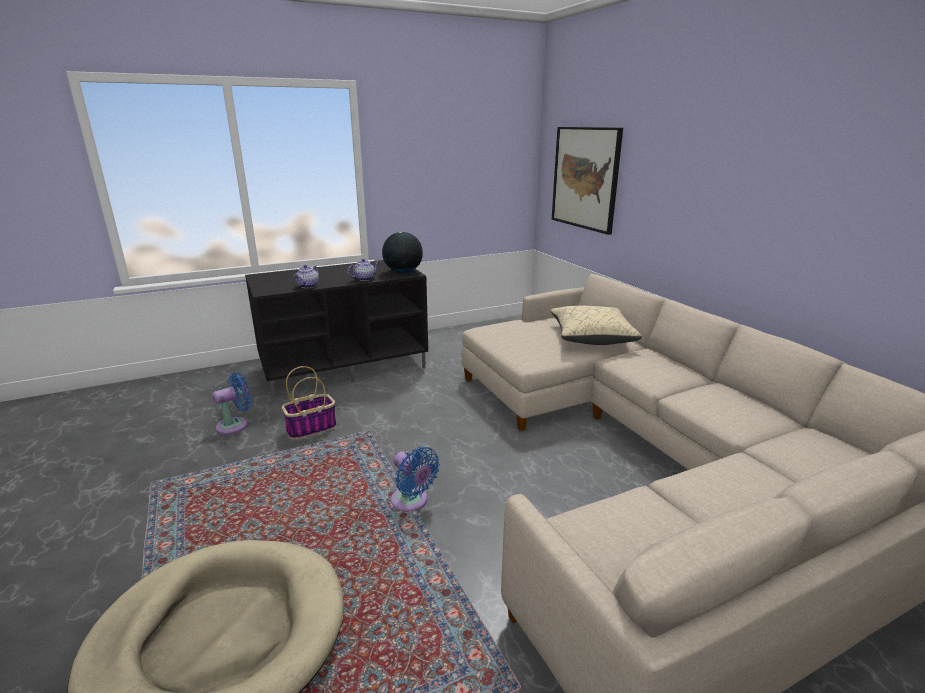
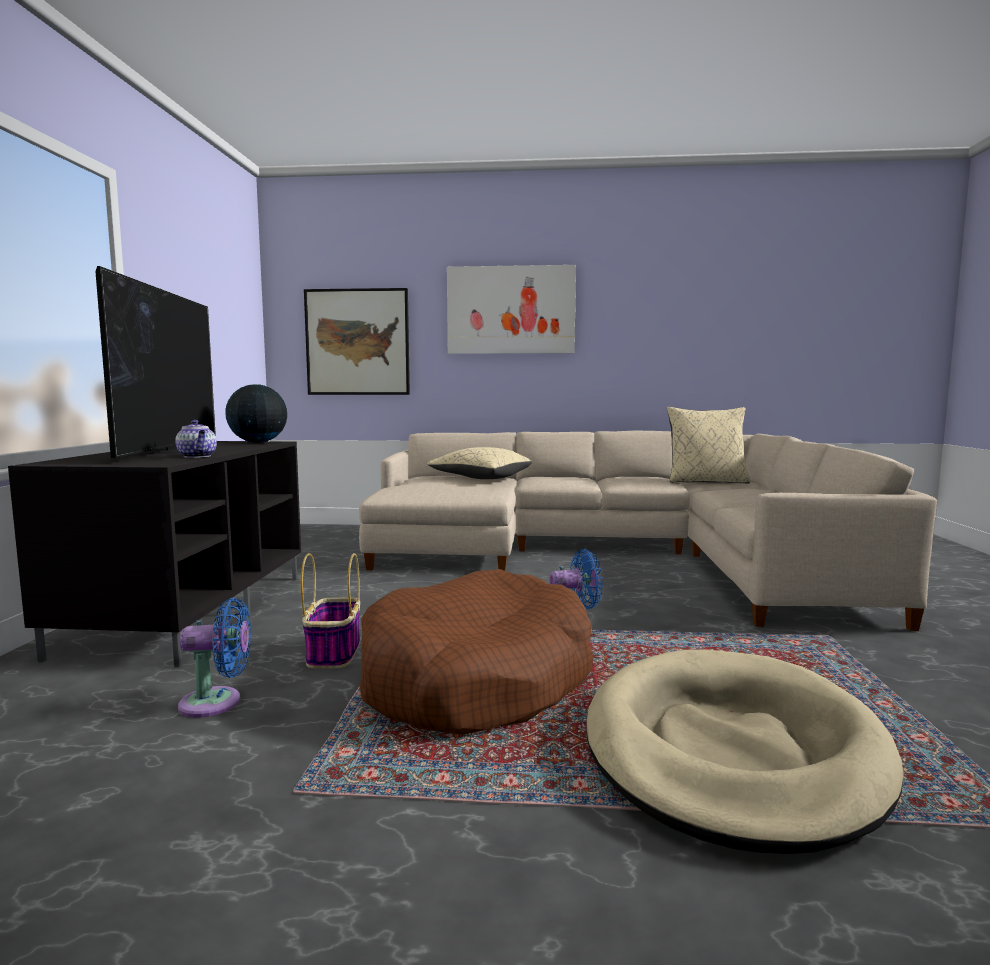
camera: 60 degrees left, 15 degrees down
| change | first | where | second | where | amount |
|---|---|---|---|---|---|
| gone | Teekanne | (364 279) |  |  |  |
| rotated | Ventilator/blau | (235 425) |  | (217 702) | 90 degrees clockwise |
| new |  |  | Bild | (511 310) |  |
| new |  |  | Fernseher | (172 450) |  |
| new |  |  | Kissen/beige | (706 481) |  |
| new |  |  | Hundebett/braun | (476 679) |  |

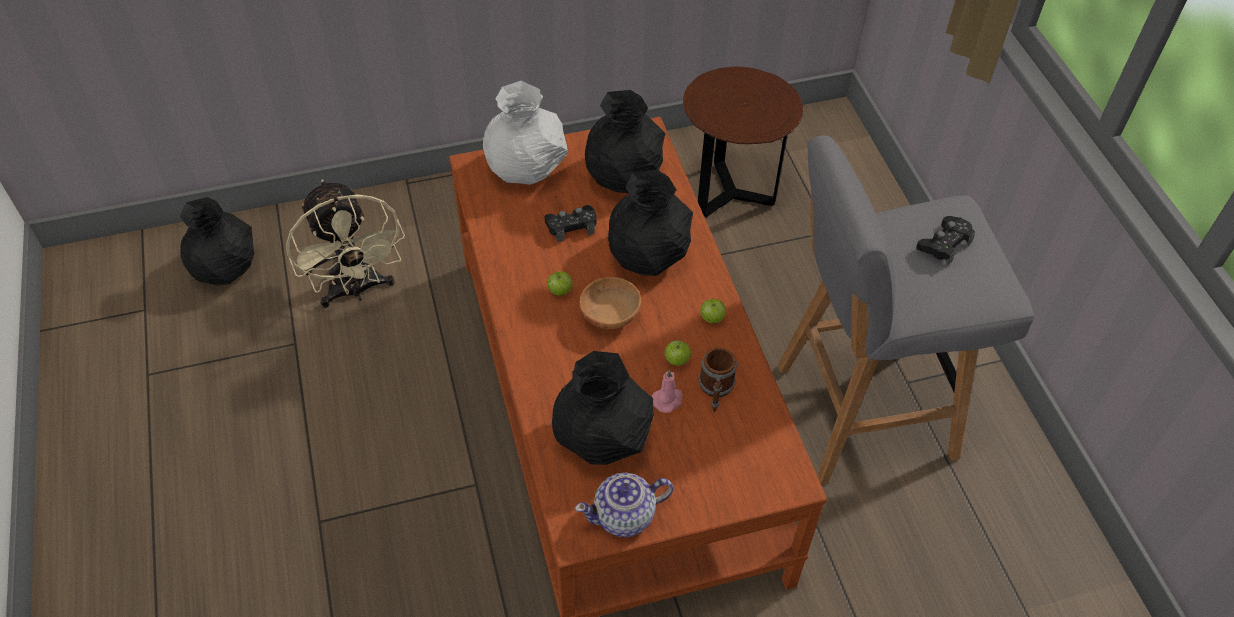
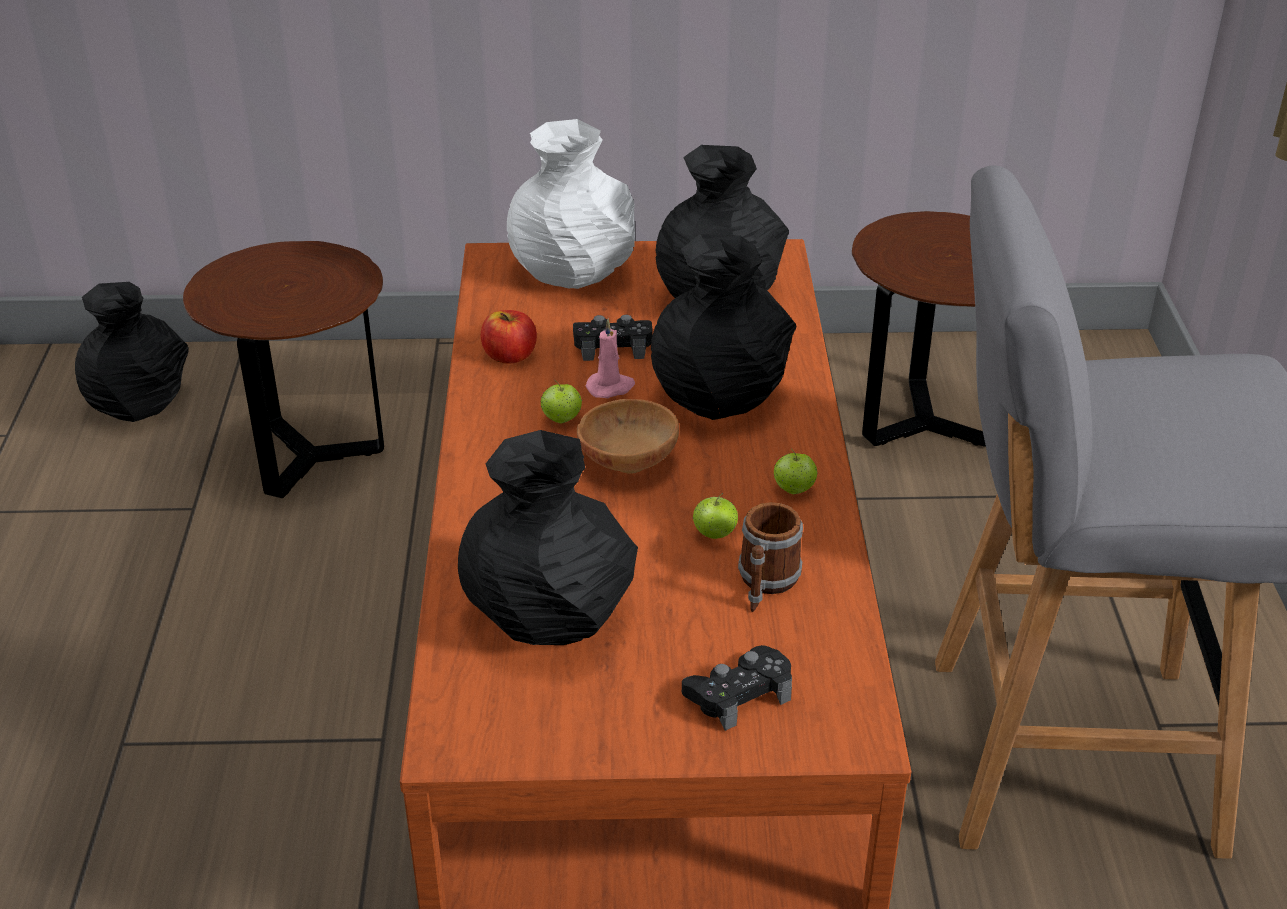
camera: 15 degrees right, 15 degrees down
| change | first | where | second | where | amount |
|---|---|---|---|---|---|
| swapped | Ventilator/beige | (356 290) | Beistelltisch/braun | (310 457) |  |
| shifted | Gamepad/schwarz | (944 244) |  | (739 694) |  |
| shifted | Kerze/rosa | (668 399) |  | (611 387) |  |
| gone | Teekanne | (625 516) |  |  |  |
| new |  |  | Apfel | (509 356) |  |

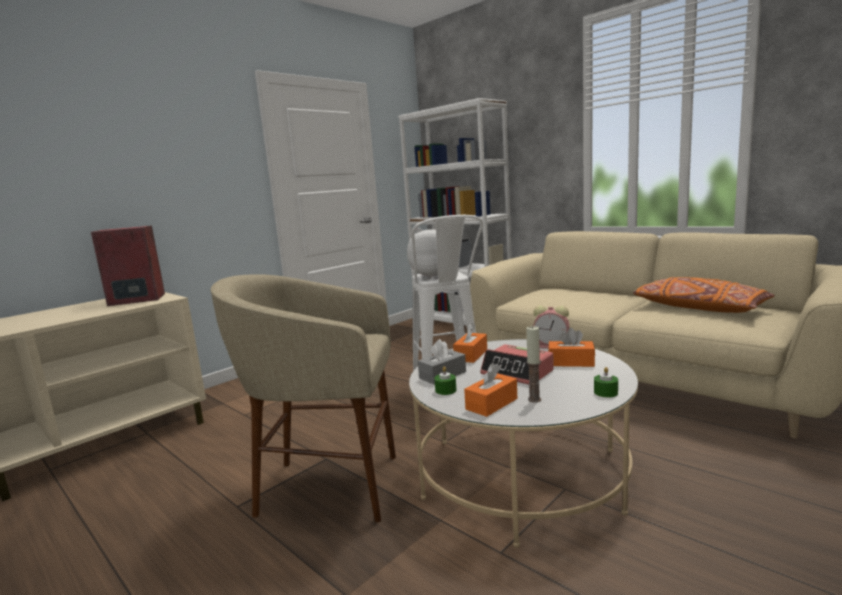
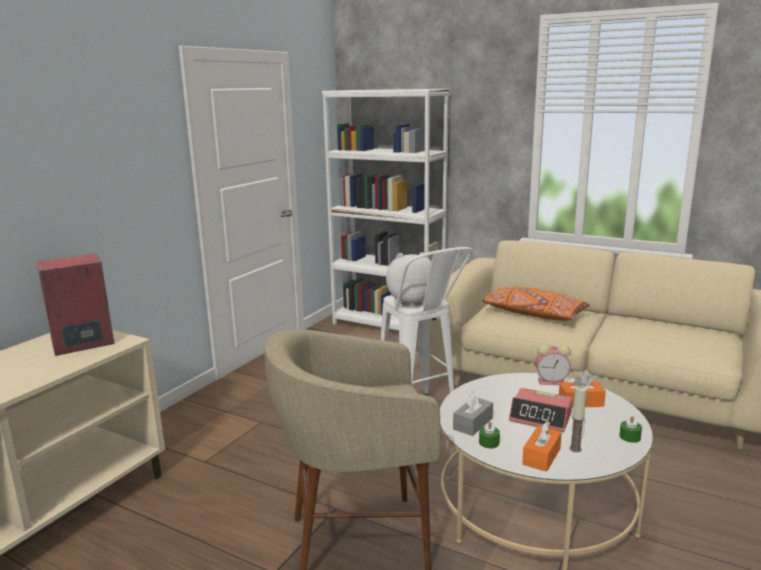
camera: 15 degrees left, 5 degrees up
| change | first | where | second | where | amount |
|---|---|---|---|---|---|
| shifted | Kissen/orange | (698 307) |  | (533 314) |  |
| gone | Taschentuchbox/orange | (471 355) |  |  |  |

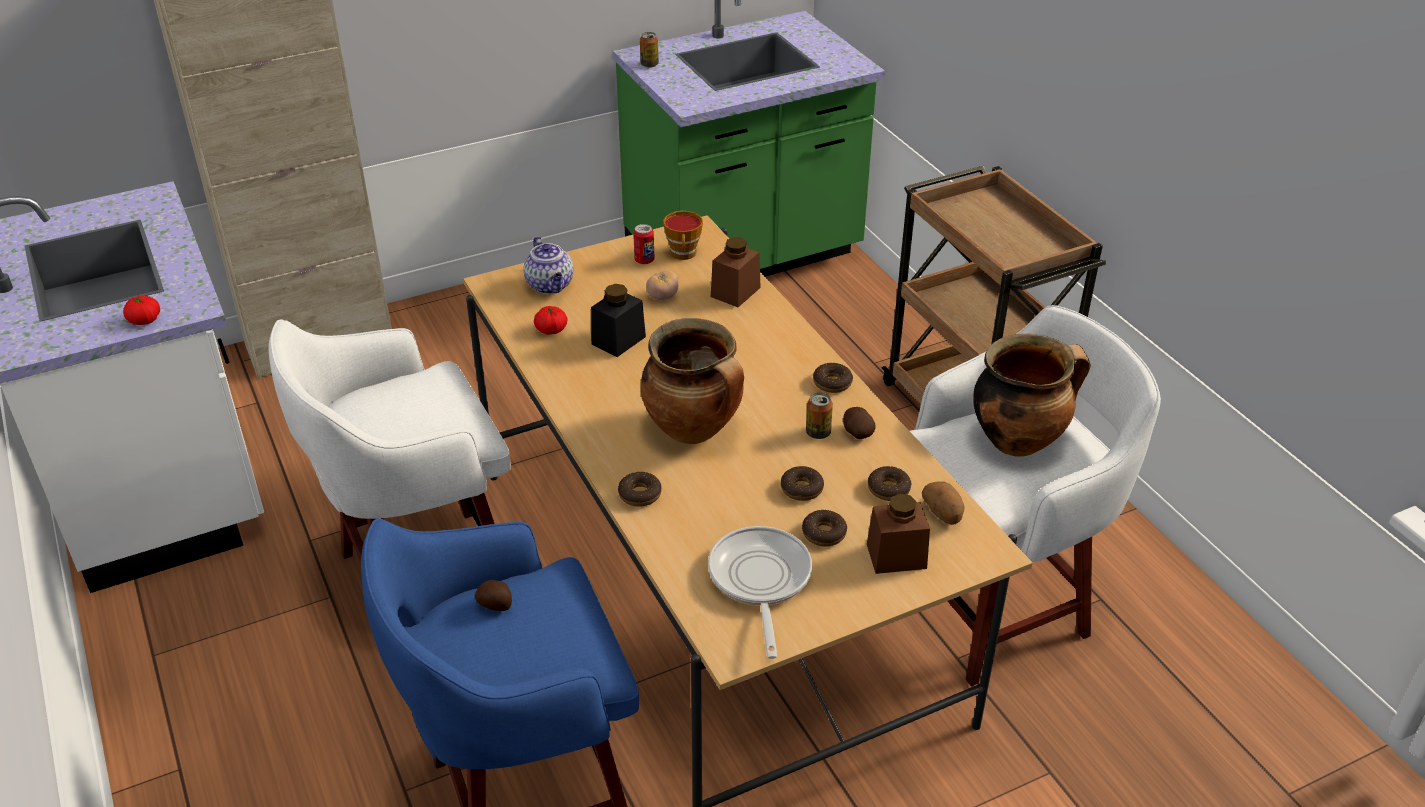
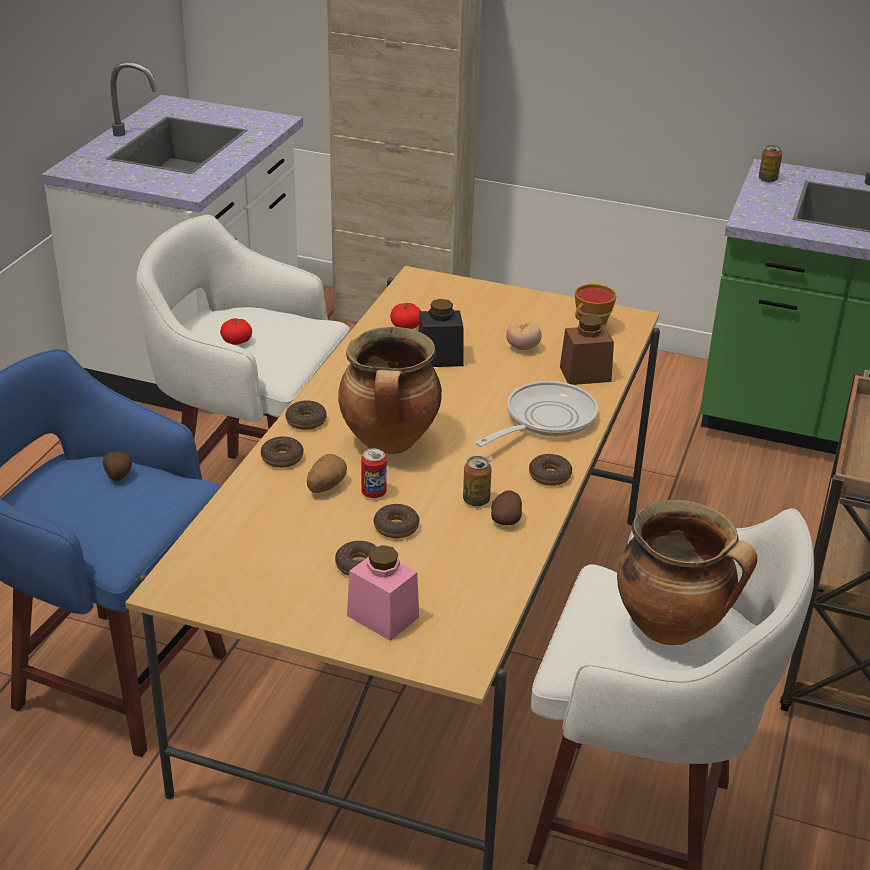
camera: 45 degrees right, 5 degrees down
| change | first | where | second | where | amount |
|---|---|---|---|---|---|
| shifted | Dose | (644 260) |  | (373 493) |  |
| gone | Teekanne | (551 285) |  |  |  |
| shifted | Tomate | (145 320) |  | (236 341) |  |
| shifted | Donut | (888 489) |  | (306 421) |  |
| shifted | Kartoffel | (943 513) |  | (325 486) |  |
| repainted | Vorratsglas/braun | (896 556) | Vorratsglas/rosa | (383 616) |  |
| shifted | Pfanne | (759 581) |  | (544 420) |  |

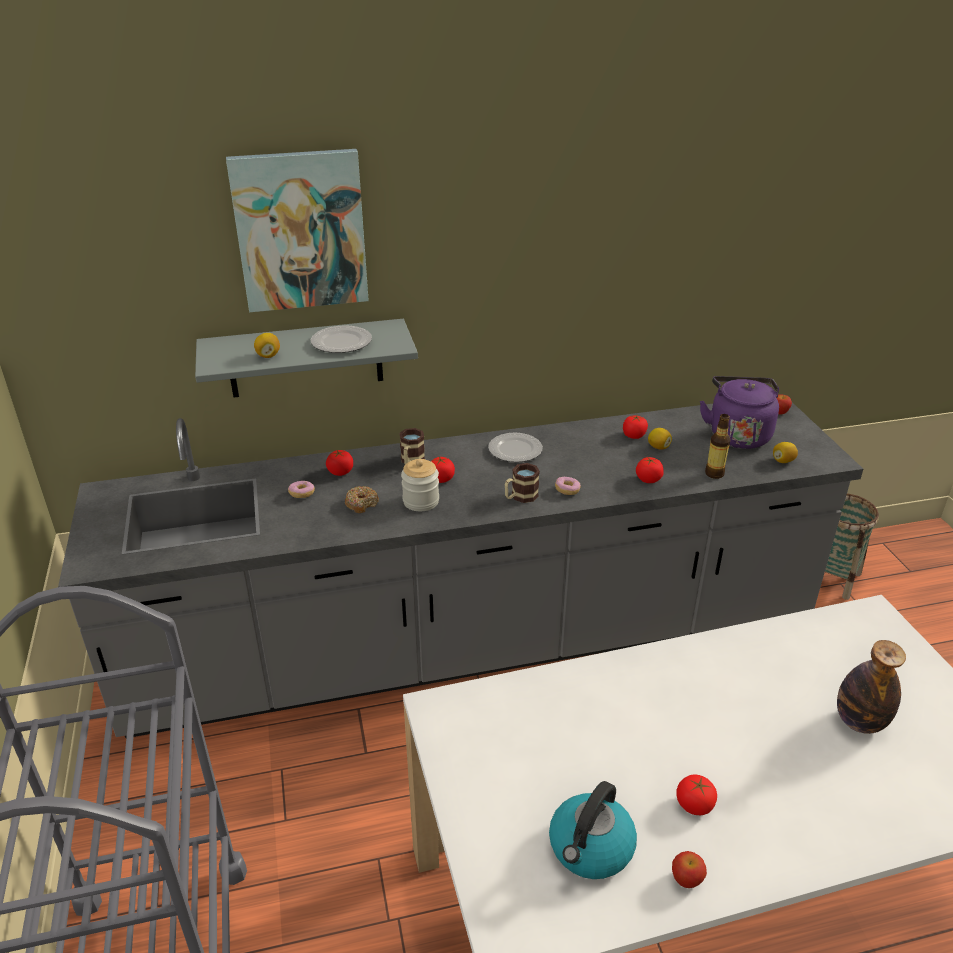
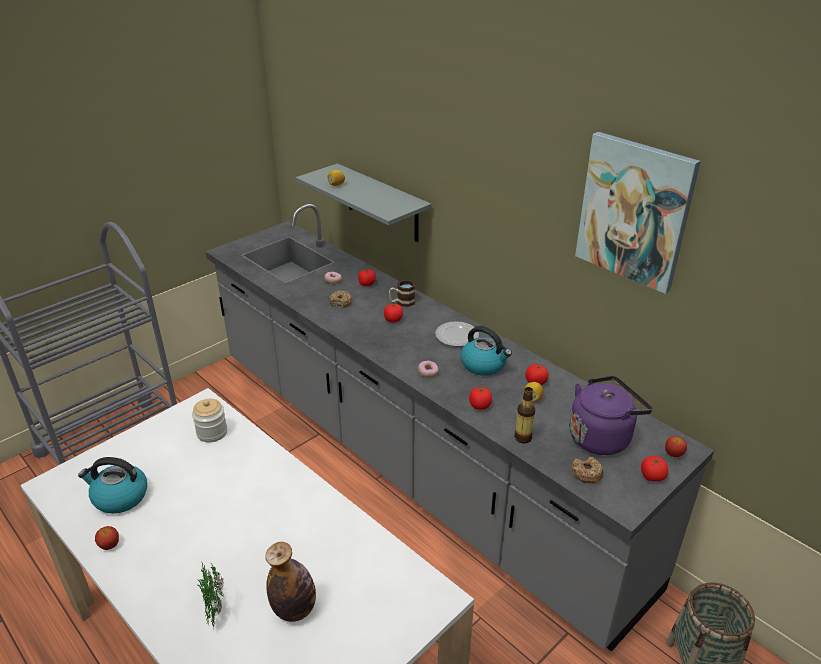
camera: 60 degrees right, 0 degrees up
| change | first | where | second | where | amount |
|---|---|---|---|---|---|
| shifted | Bild | (300 231) |  | (634 211) |  |
| gone | Teller | (341 343) |  |  |  |
| swapped | Zitrone | (783 461) | Donut | (586 474) |  |
| shifted | Vorratsglas | (421 501) |  | (212 432) |  |
| gone | Henkelbecher | (520 497) |  |  |  |
| shifted | Tomate | (694 805) |  | (652 476) |  |
| new |  |  | Wasserkessel | (484 365) |  |
| new |  |  | Topfpflanze | (214 606) |  |

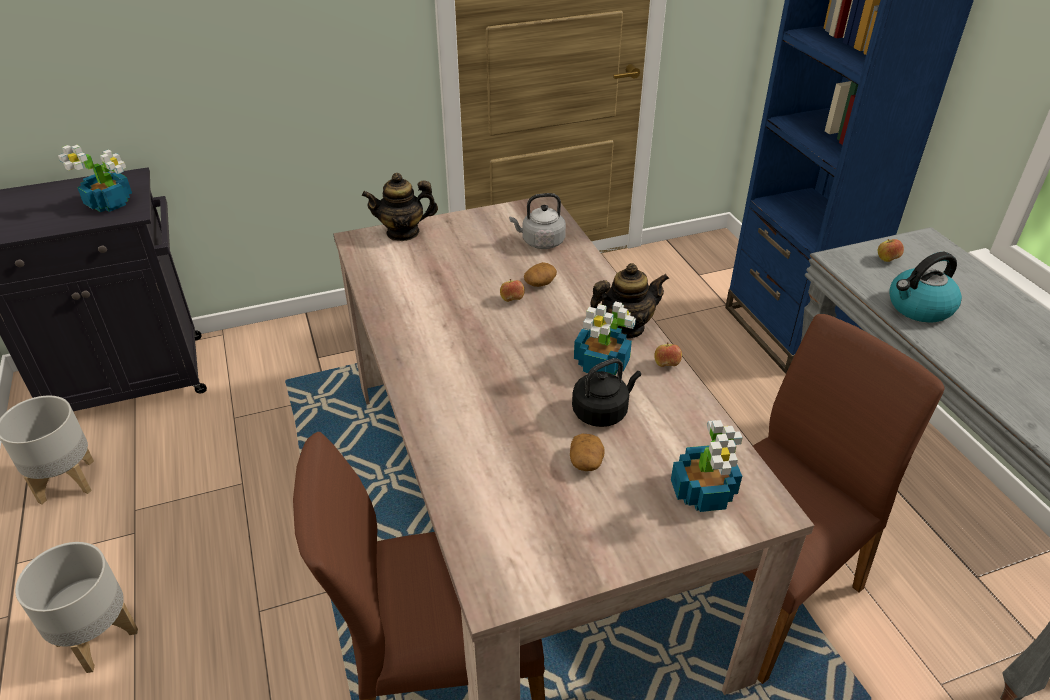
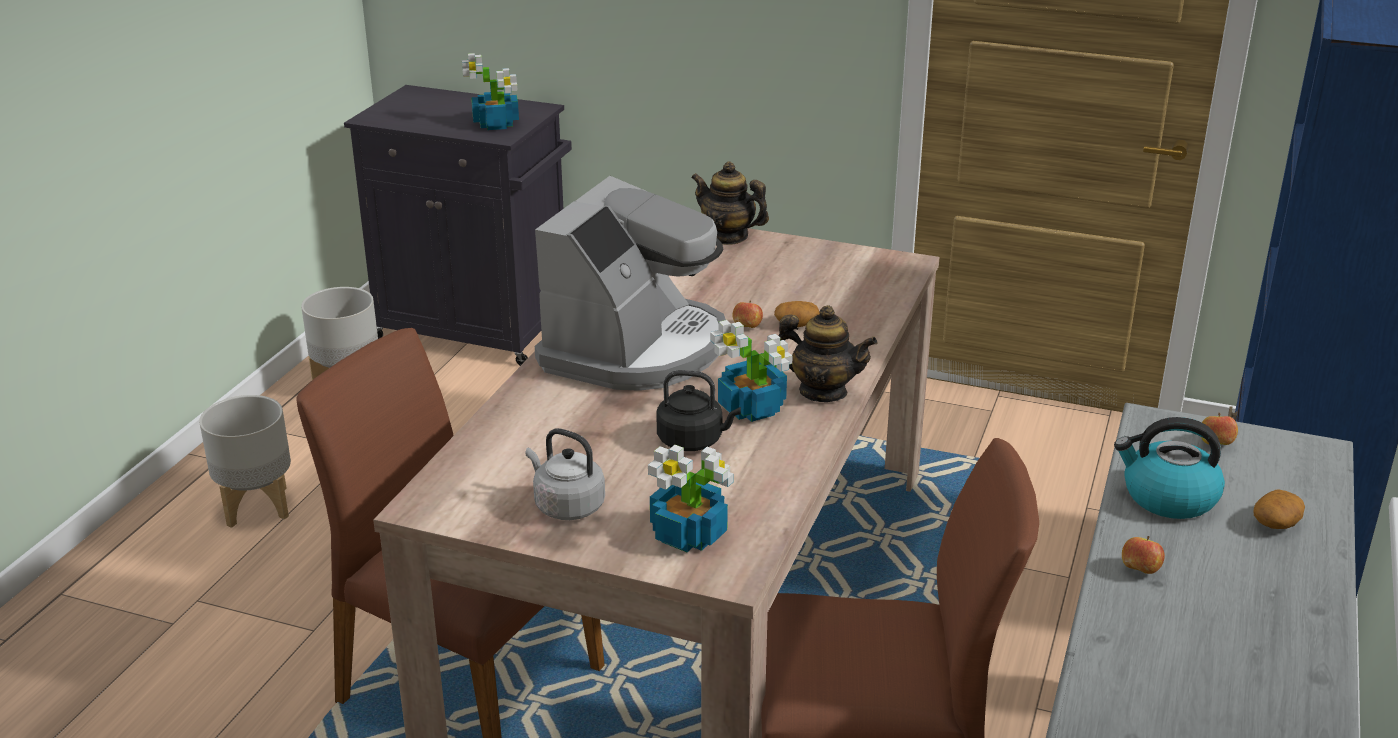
camera: 40 degrees right, 10 degrees down
| change | first | where | second | where | amount |
|---|---|---|---|---|---|
| shifted | Wasserkessel/grau | (540 242) |  | (566 506) |  |
| shifted | Apfel | (666 365) |  | (1140 570) |  |
| shifted | Kartoffel | (586 461) |  | (1276 523) |  |
| new |  |  | Kaffeemaschine | (636 349) |  |

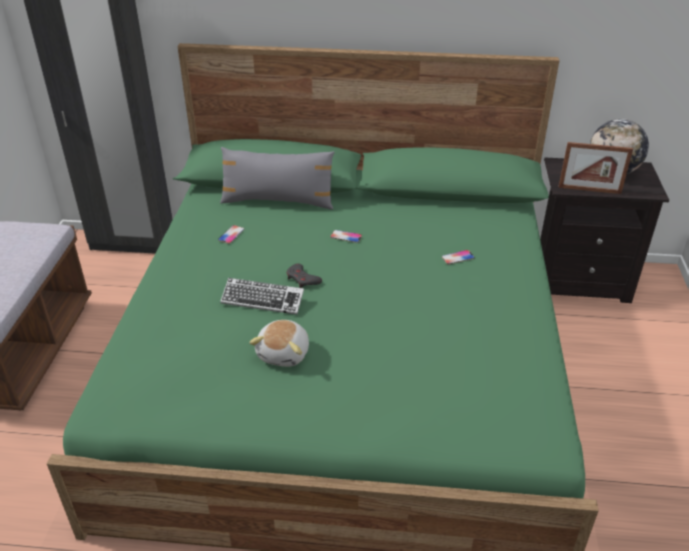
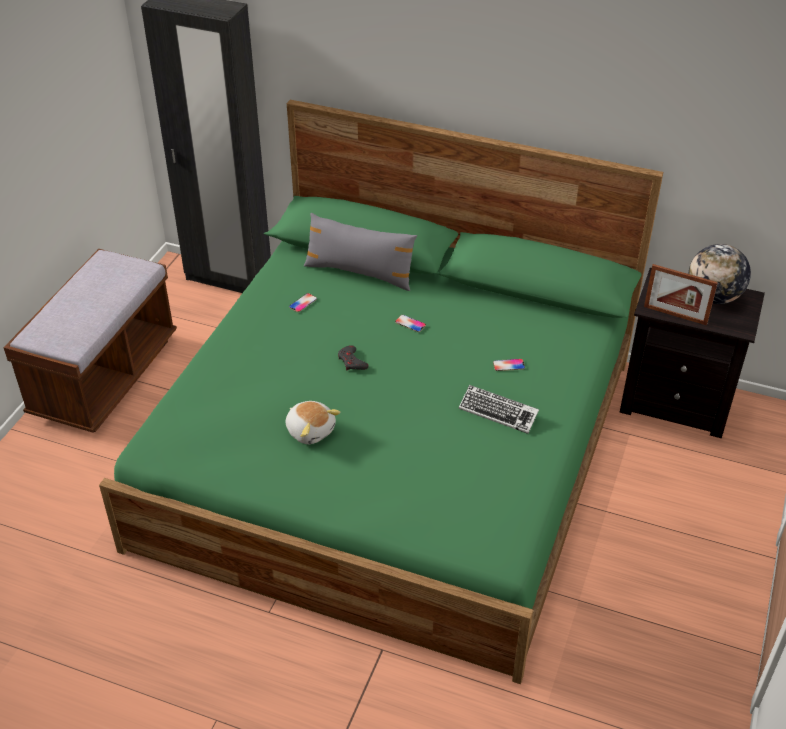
camera: 15 degrees right, 5 degrees up
| change | first | where | second | where | amount |
|---|---|---|---|---|---|
| shifted | Tastatur | (262 300) |  | (498 412) |  |
| rotated | Plüschtier | (284 353) |  | (310 430) | 75 degrees counterclockwise |

